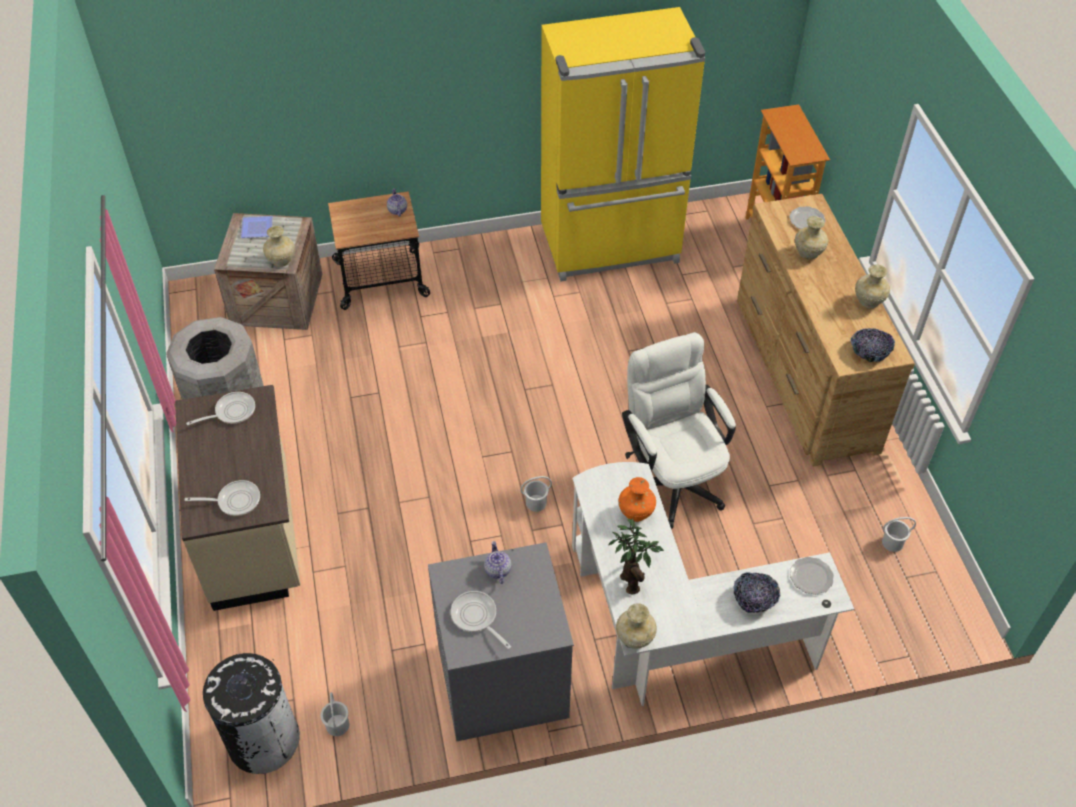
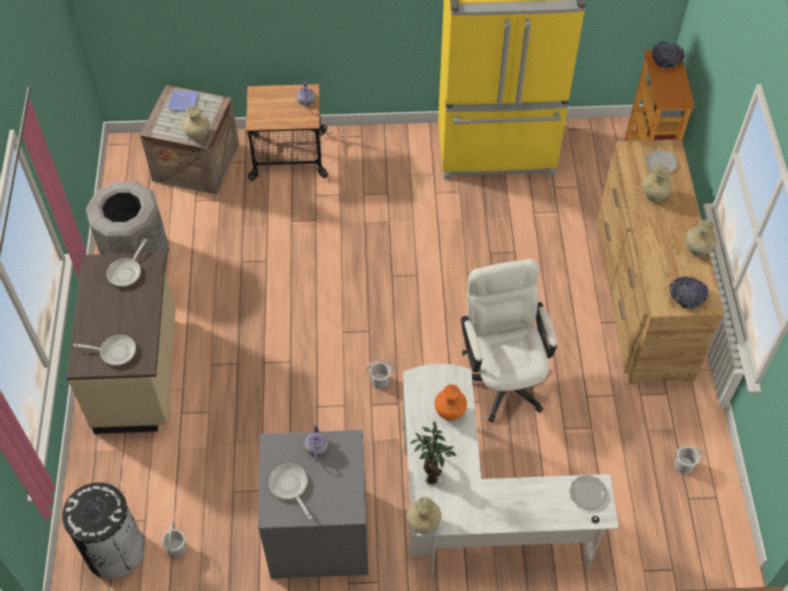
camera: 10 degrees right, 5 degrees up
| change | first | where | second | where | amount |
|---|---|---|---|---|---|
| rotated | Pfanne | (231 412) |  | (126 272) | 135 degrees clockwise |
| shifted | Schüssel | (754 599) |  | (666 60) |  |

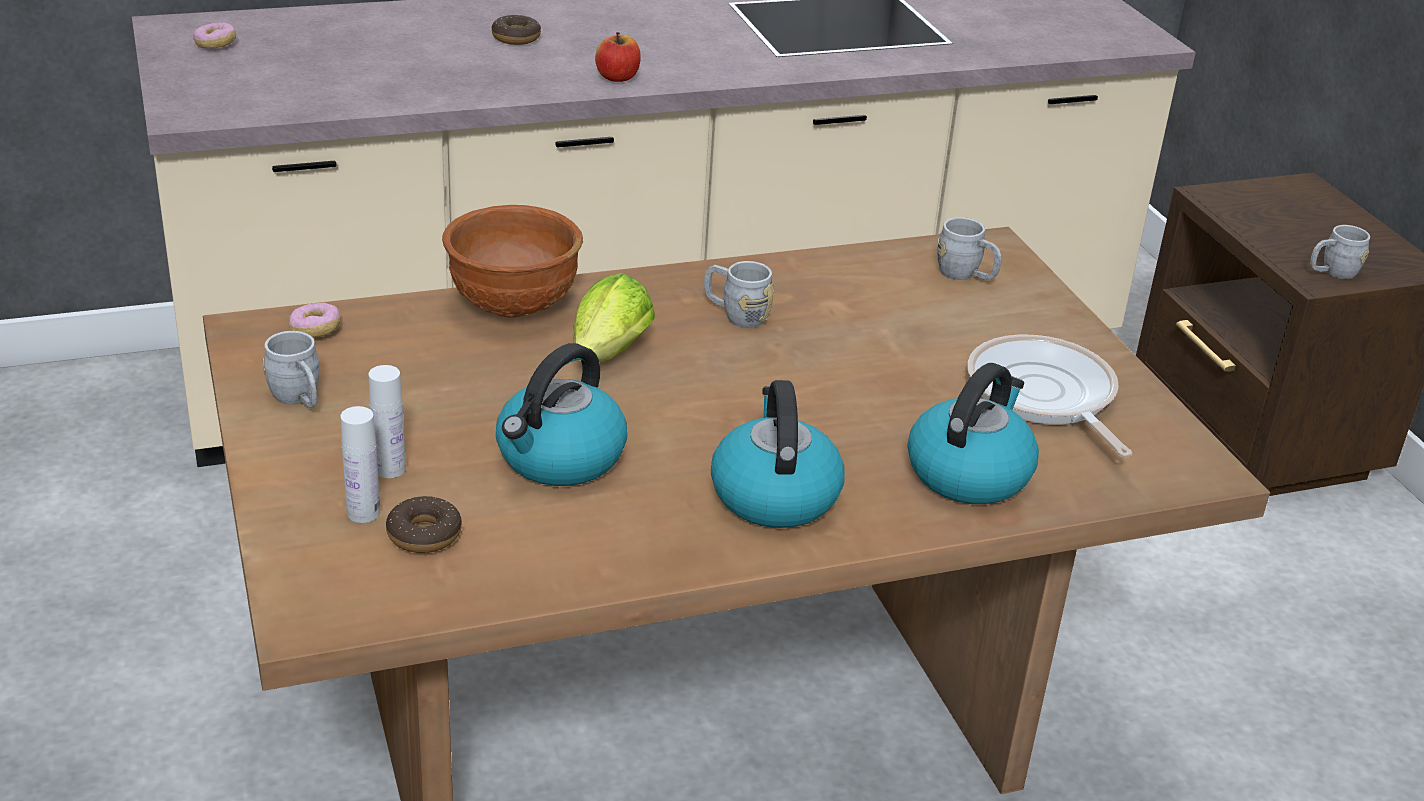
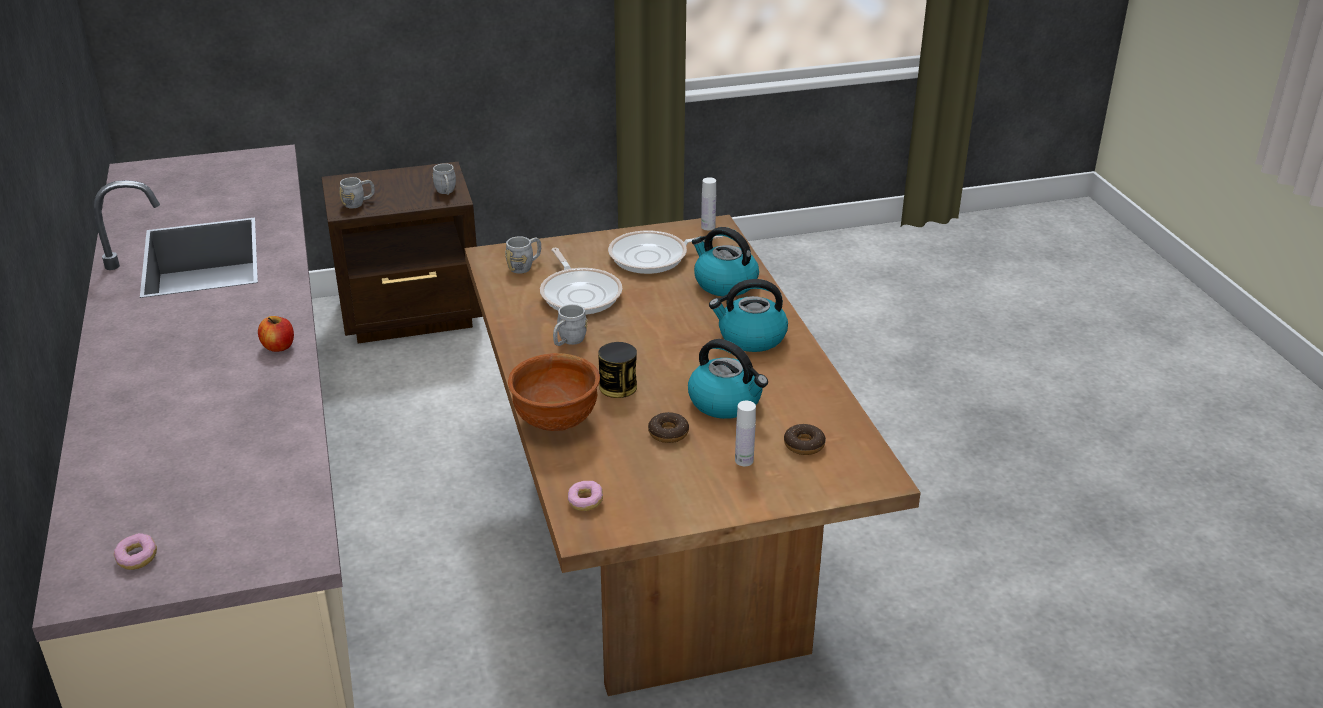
camera: 85 degrees left, 0 degrees up
| change | first | where | second | where | amount |
|---|---|---|---|---|---|
| shifted | Donut | (516 37) |  | (668 433) |  |
| swapped | Salatkopf | (606 357) | Dose | (618 387) |  |
| shifted | Henkelbecher/grau | (299 399) |  | (358 203) |  |
| shifted | Flasche/weiß | (363 513) |  | (708 227) |  |
| new |  |  | Pfanne | (580 294) |  |

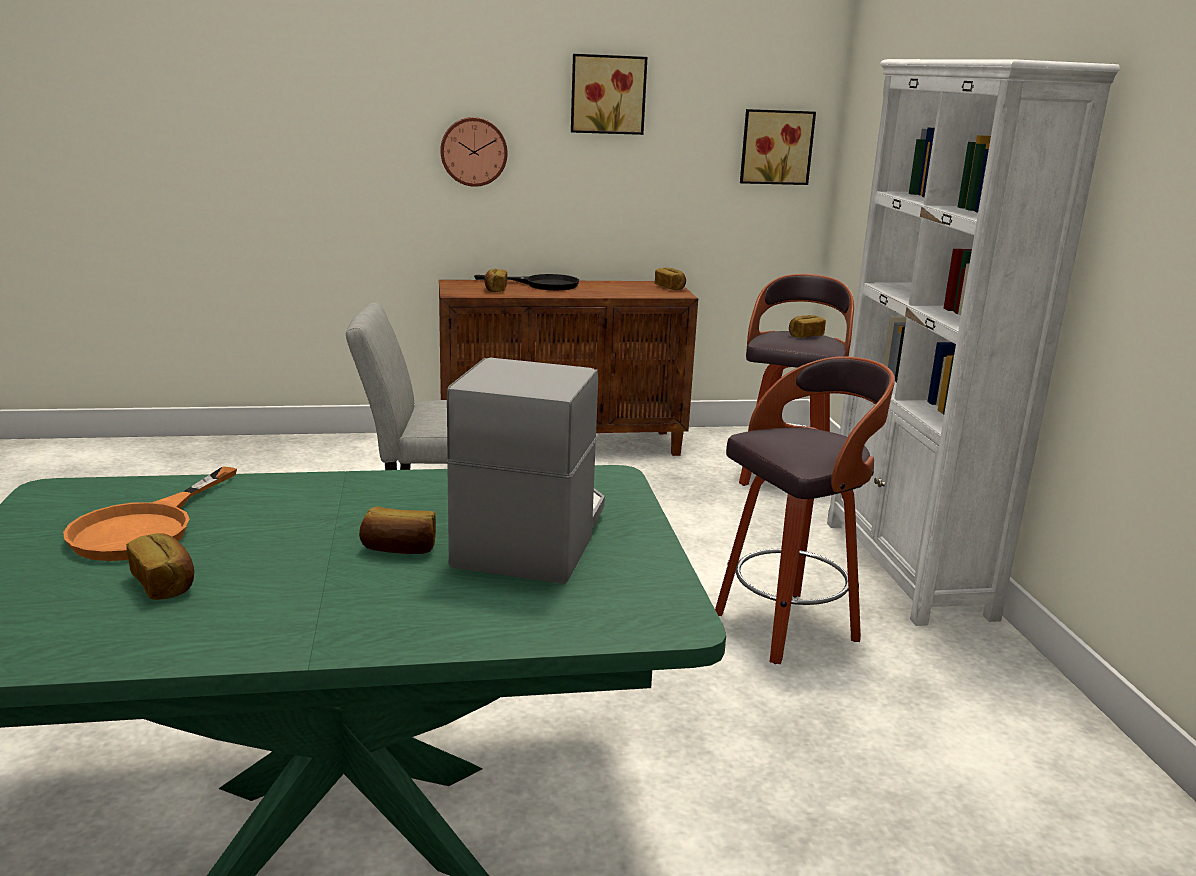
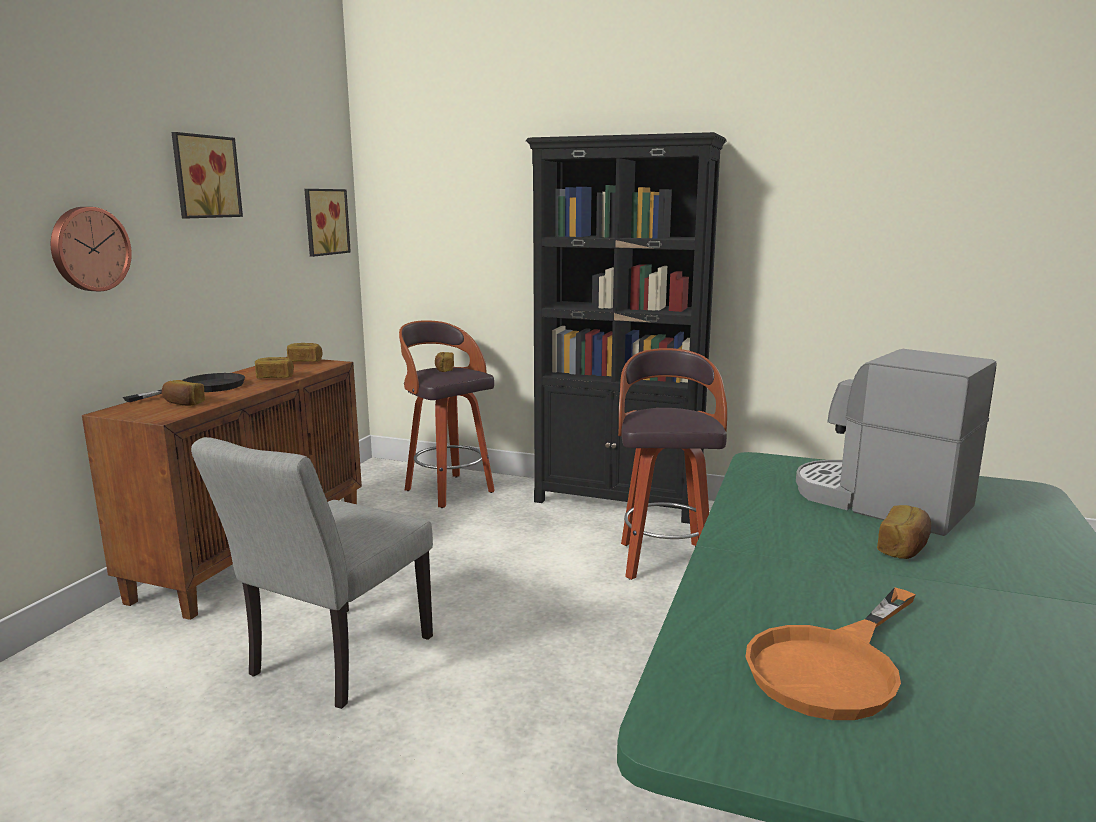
camera: 60 degrees left, 5 degrees down
| change | first | where | second | where | amount |
|---|---|---|---|---|---|
| repainted | Bücherregal/weiß | (906 568) | Bücherregal/schwarz | (618 501) |  |
| rotated | Pfanne/orange | (145 527) |  | (833 665) | 90 degrees clockwise |
| shifted | Brot | (165 583) |  | (274 377) |  |

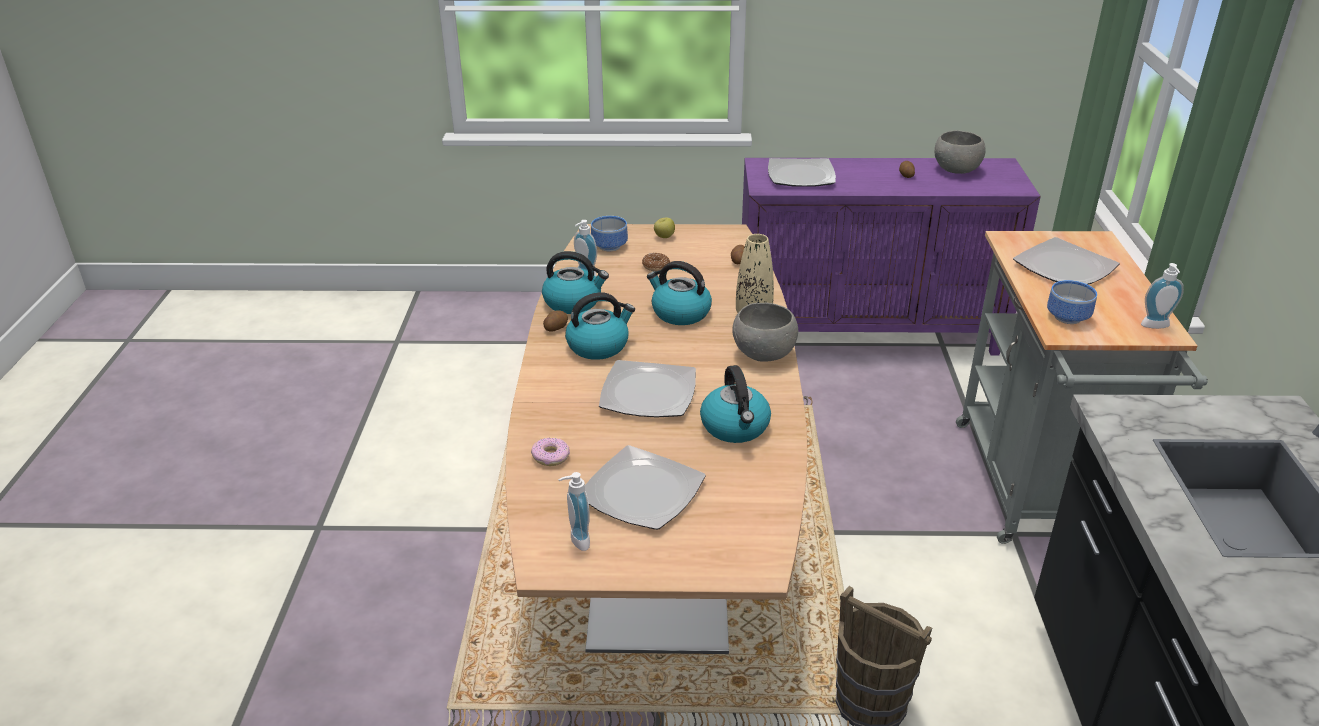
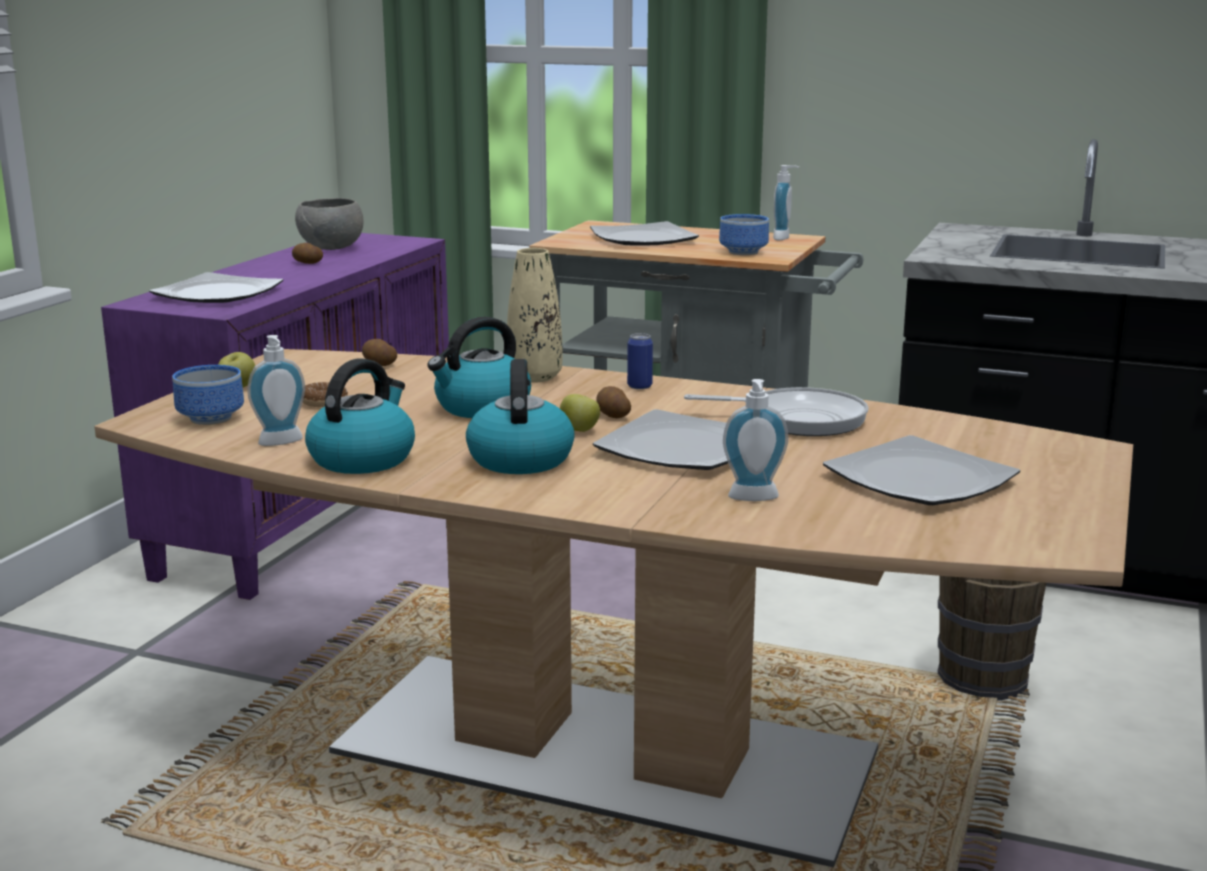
camera: 70 degrees left, 15 degrees down
| change | first | where | second | where | amount |
|---|---|---|---|---|---|
| swapped | Schüssel/grau | (764 355) | Dose | (639 386) |  |
| shifted | Kartoffel | (555 328) |  | (612 415) |  |
| swapped | Wasserkessel | (735 427) | Pfanne | (797 419) |  |
| gone | Donut | (551 456) |  |  |  |
| shifted | Seifenspender | (576 540) |  | (754 499) |  |
| new |  |  | Apfel | (579 431) |  |

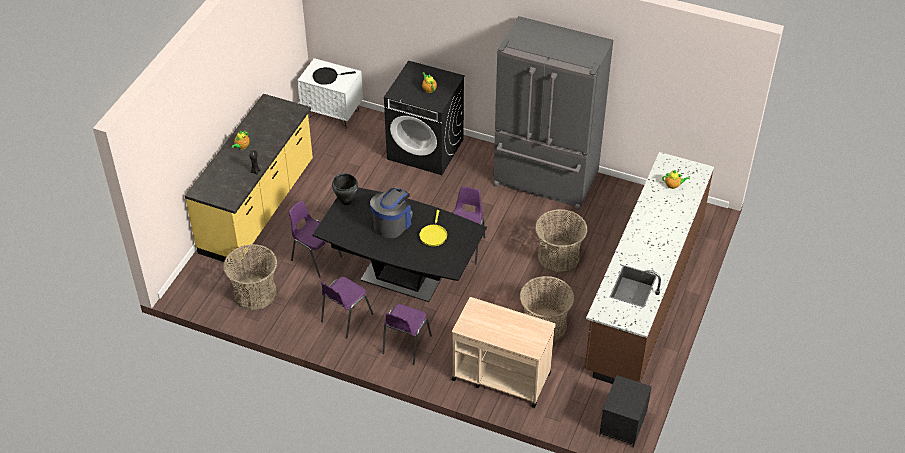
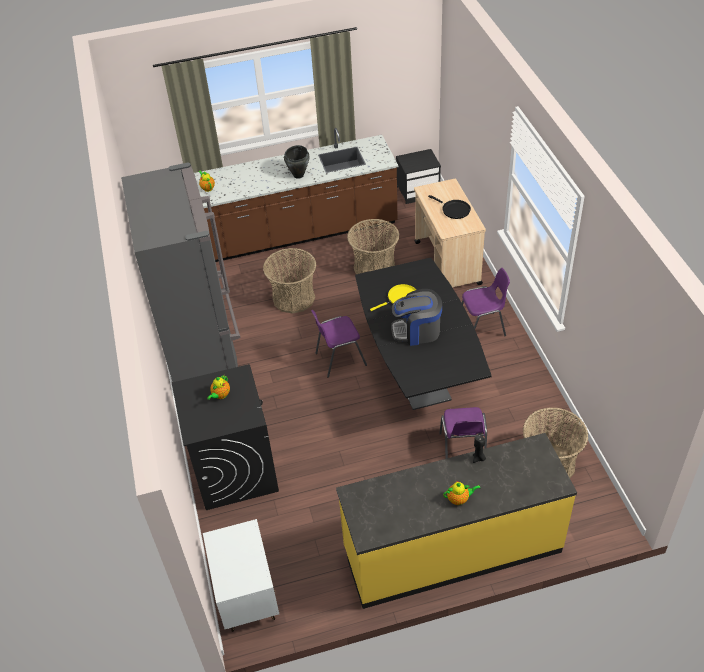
camera: 125 degrees left, 0 degrees up
| change | first | where | second | where | amount |
|---|---|---|---|---|---|
| shifted | Pfanne/schwarz | (327 77) |  | (454 210) |  |
| shifted | Kochtopf/schwarz | (346 201) |  | (299 175) |  |
| gone | Stuhl/lila | (345 318) |  |  |  |

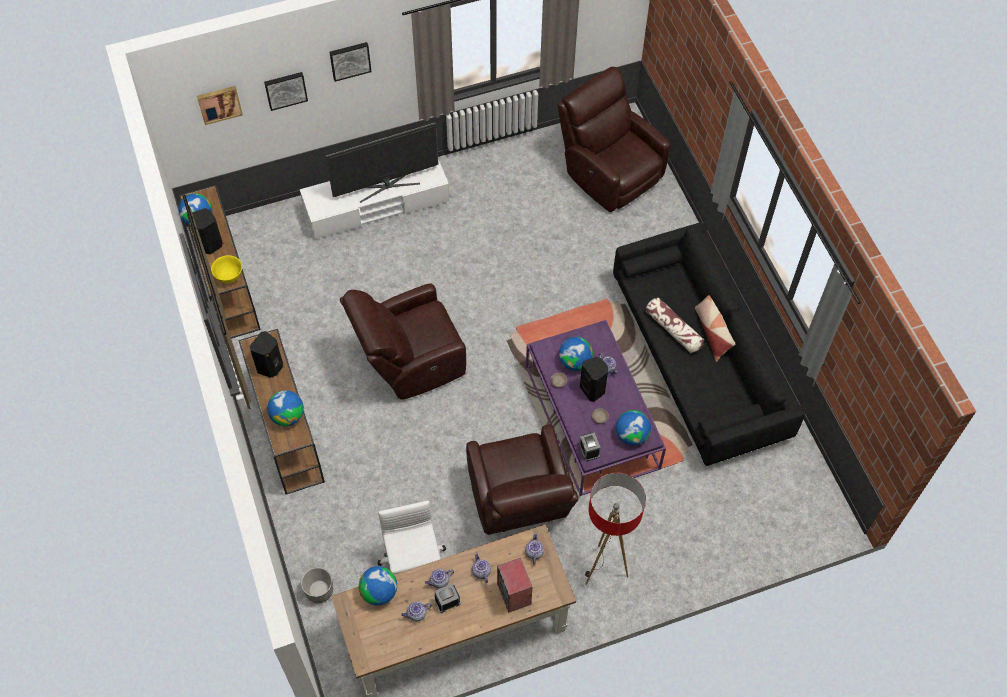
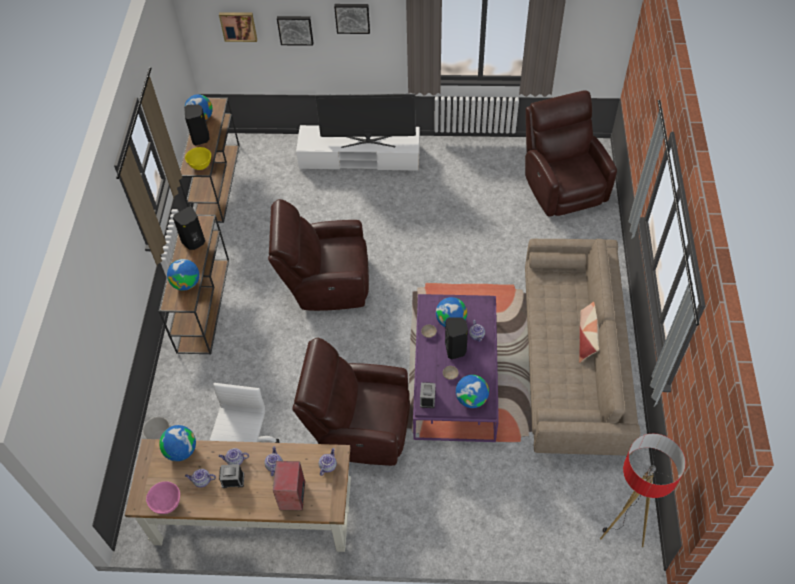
camera: 25 degrees right, 5 degrees down
| change | first | where | second | where | amount |
|---|---|---|---|---|---|
| repainted | Sofa/schwarz | (698 360) | Sofa/beige | (572 360) |  |
| gone | Kissen | (673 330) |  |  |  |
| rotated | Sessel/braun | (519 503) |  | (359 427) | 90 degrees clockwise |
| shifted | Stehlampe | (603 569) |  | (621 531) |  |
| new |  |  | Schüssel/rosa | (167 504) |  |

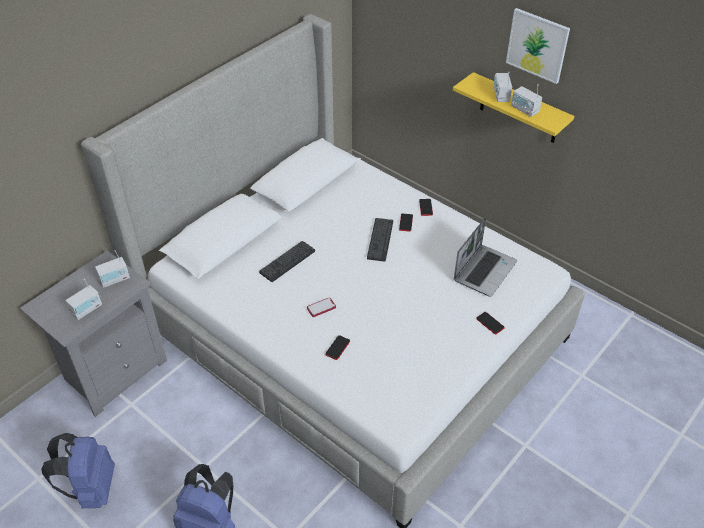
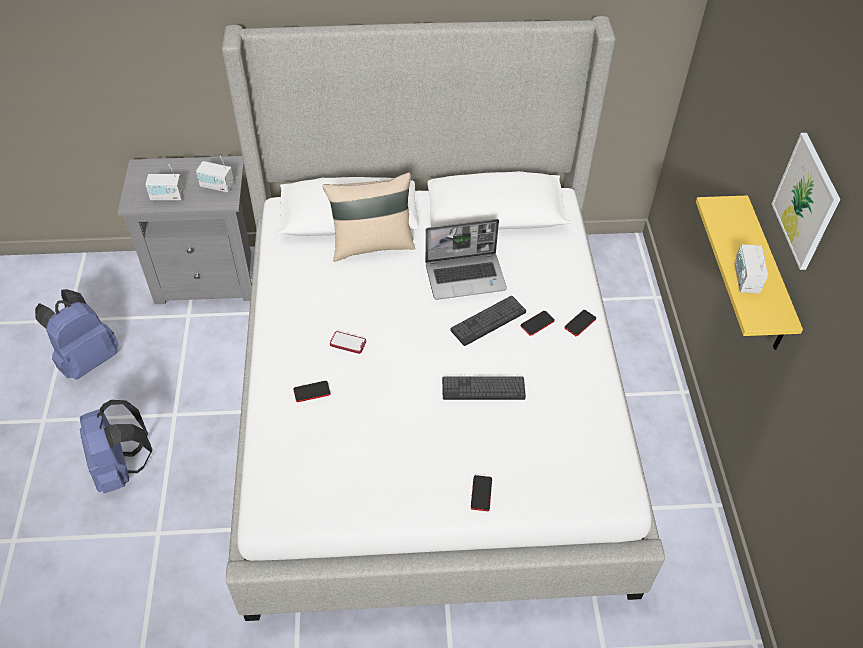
camera: 45 degrees right, 5 degrees up
| change | first | where | second | where | amount |
|---|---|---|---|---|---|
| gone | Radio | (501 95) |  |  |  |
| shifted | Laptop | (484 270) |  | (466 276) |  |
| shifted | Tastatur | (287 261) |  | (483 388) |  |
| new |  |  | Kissen/beige | (372 244) |  |

